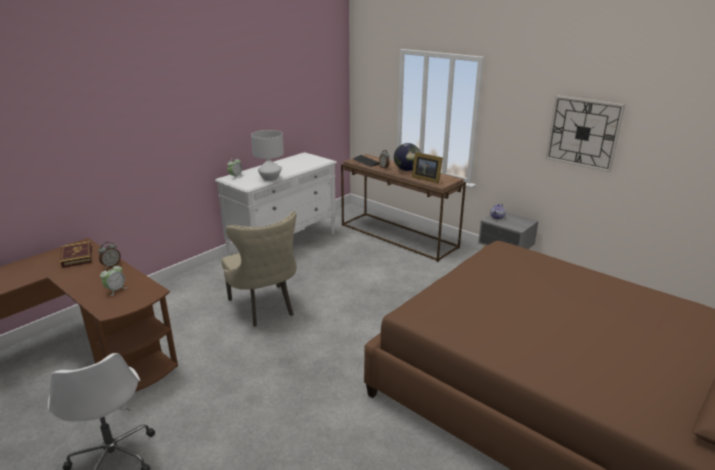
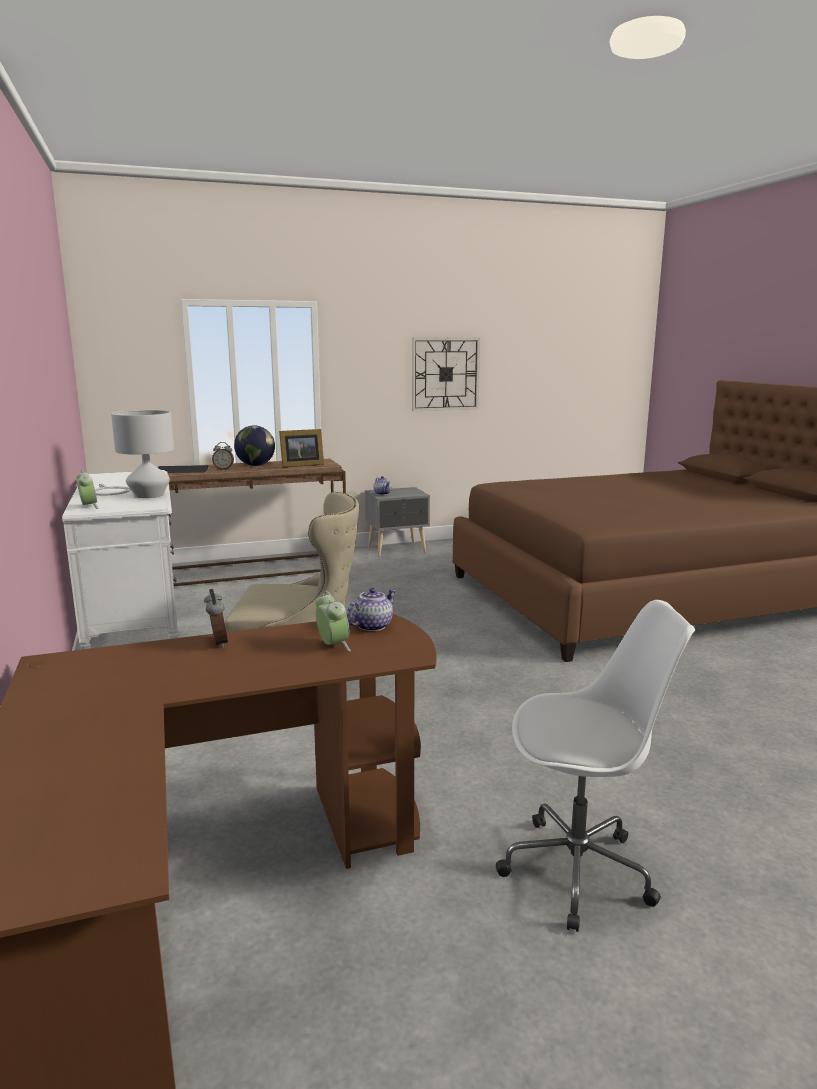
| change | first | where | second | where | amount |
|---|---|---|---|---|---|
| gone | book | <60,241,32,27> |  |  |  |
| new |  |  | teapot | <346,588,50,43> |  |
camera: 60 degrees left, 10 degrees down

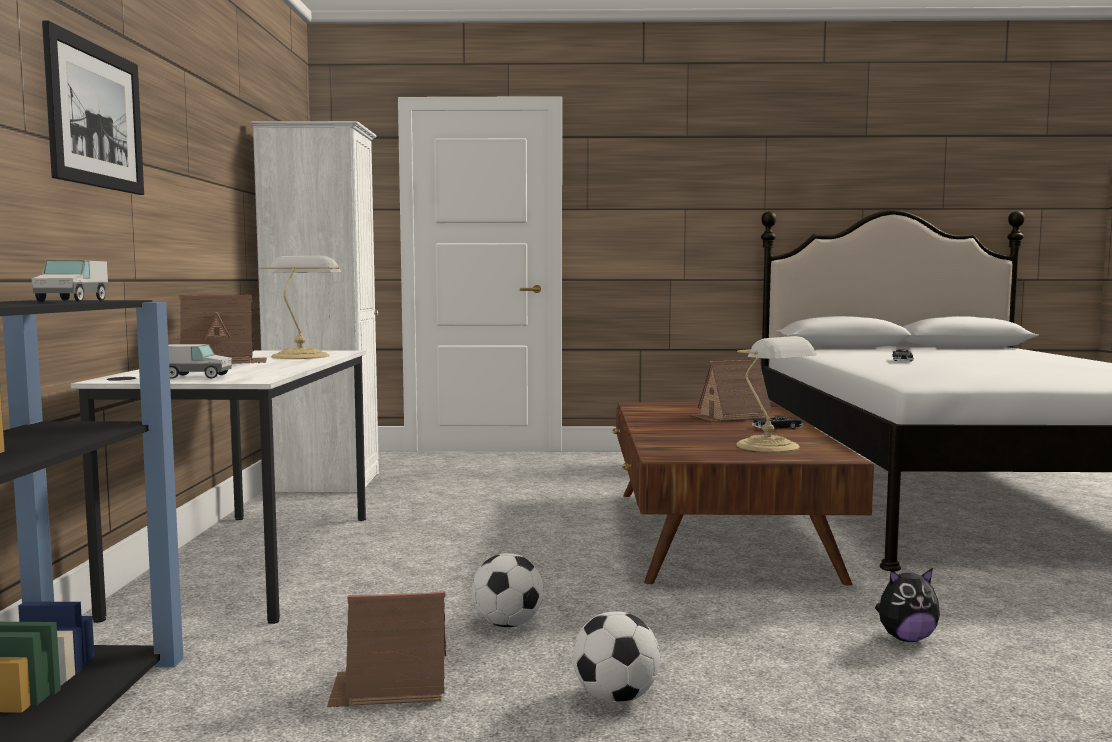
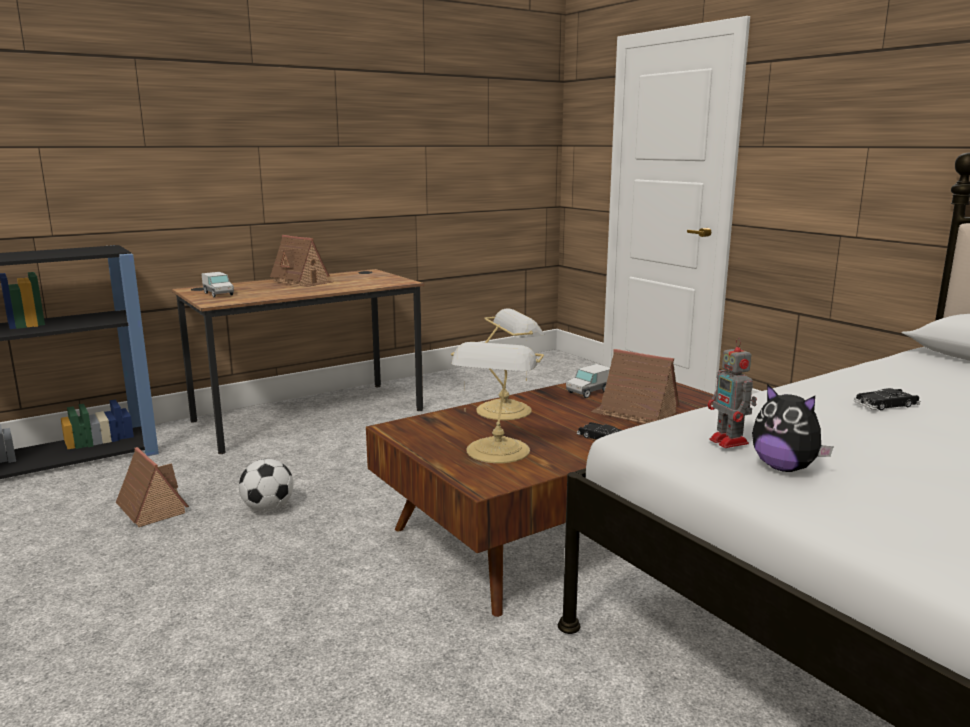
| change | first | where | second | where | amount |
|---|---|---|---|---|---|
| shifted | toy truck | <31,260,77,42> |  | <566,364,44,34> |  |
| gone | picture | <42,21,102,174> |  |  |  |
| repainted | white desk | <71,350,295,274> | brown desk | <172,269,252,185> |  |
| gone | white cabinet | <252,121,127,372> |  |  |  |
| shifted | table lamp | <260,256,81,103> |  | <476,309,68,111> |  |
| gone | football | <572,611,88,92> |  |  |  |
| shifted | plush toy | <875,568,65,74> |  | <752,384,81,88> |  |
| new |  |  | toy robot | <708,338,49,110> |  |
camera: 55 degrees right, 10 degrees up

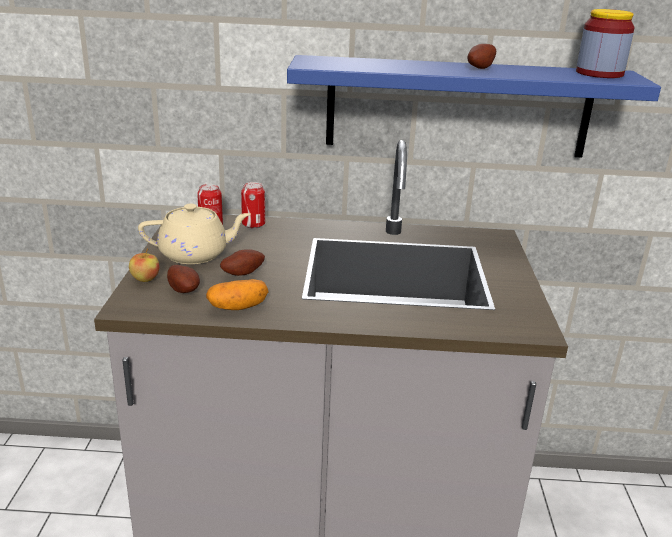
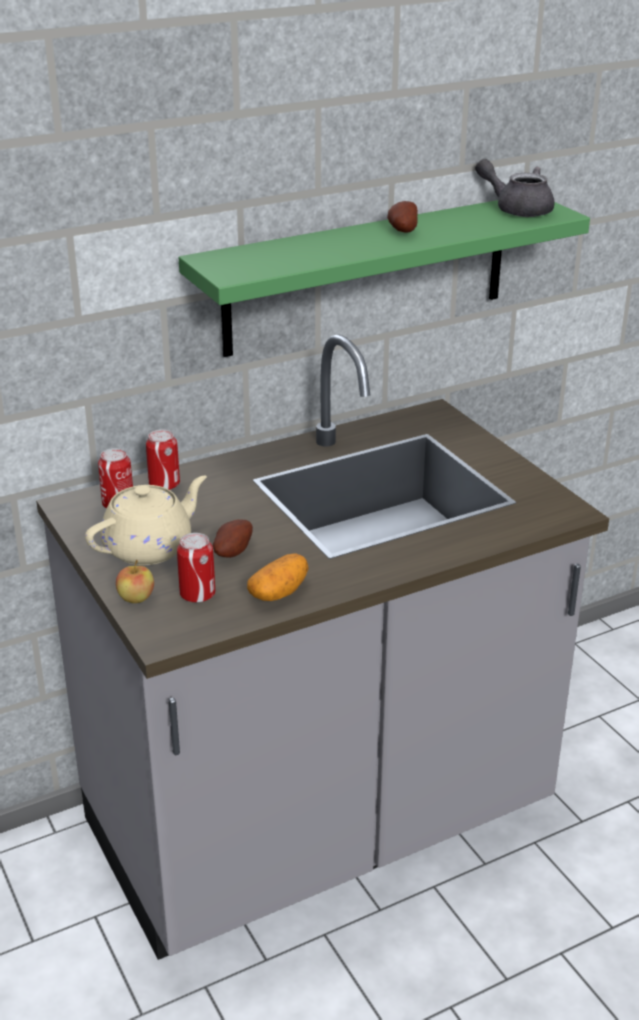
| change | first | where | second | where | amount |
|---|---|---|---|---|---|
| swapped | potato | <167,265,33,28> | can | <177,533,38,70> |  |
| repainted | blue shelf | <287,55,374,103> | green shelf | <179,200,411,157> |  |
| swapped | jar | <576,9,59,69> | grey teapot | <475,159,79,58> |  |
camera: 30 degrees left, 5 degrees up

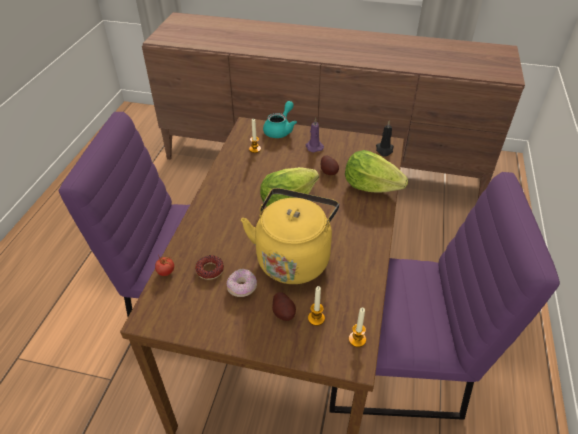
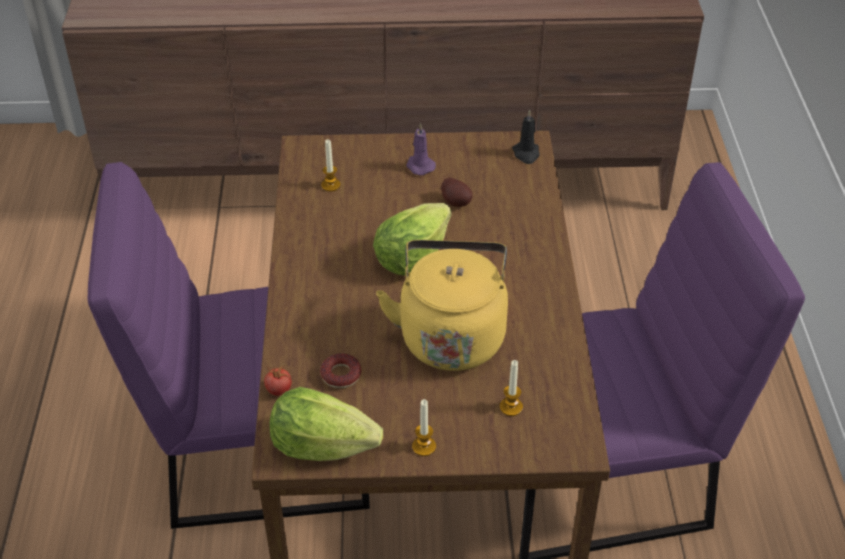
| change | first | where | second | where | amount |
|---|---|---|---|---|---|
| gone | donut | <227,269,30,28> |  |  |  |
| gone | turquoise teapot | <263,101,34,37> |  |  |  |
| gone | potato | <272,292,24,29> |  |  |  |
| shifted | lettuce | <345,150,63,43> |  | <269,387,114,74> |  |
| shifted | candle | <349,308,17,39> |  | <412,399,24,57> |  |
camera: 15 degrees left, 0 degrees up

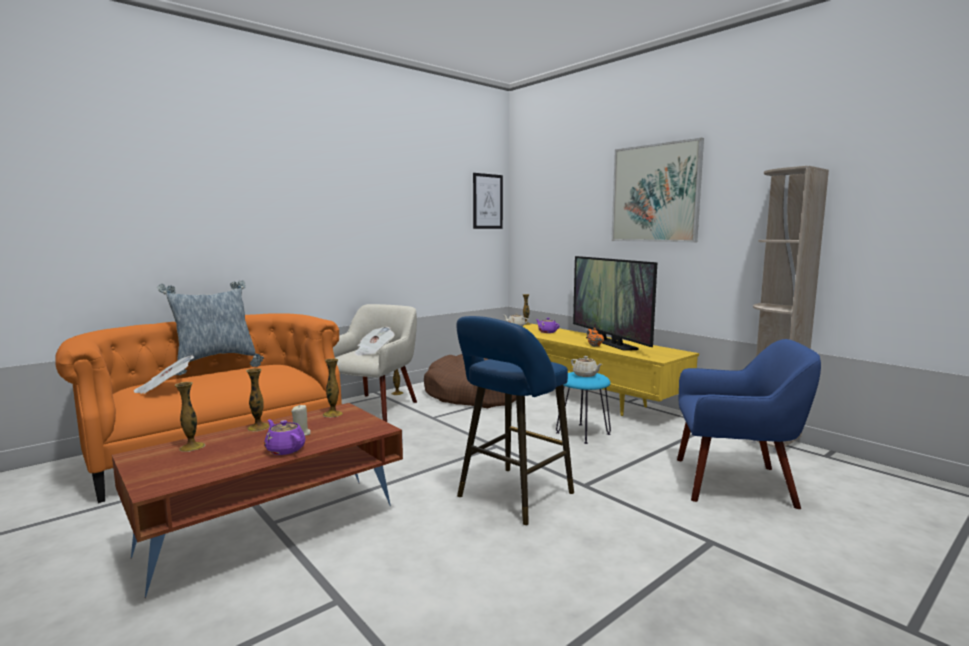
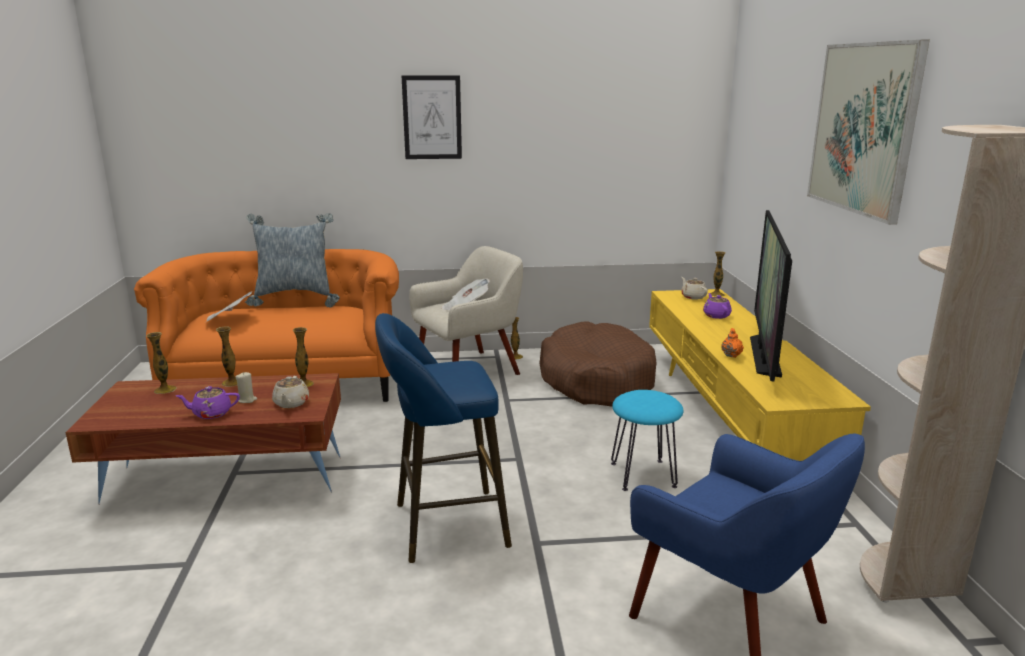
| change | first | where | second | where | amount |
|---|---|---|---|---|---|
| rotated | purple teapot | <264,419,41,36> |  | <176,386,64,33> | 90 degrees counterclockwise |
| shifted | picture | <473,173,30,56> |  | <402,75,60,84> |  |
| shifted | beige teapot | <571,356,31,21> |  | <272,376,37,32> |  |
camera: 35 degrees right, 10 degrees up

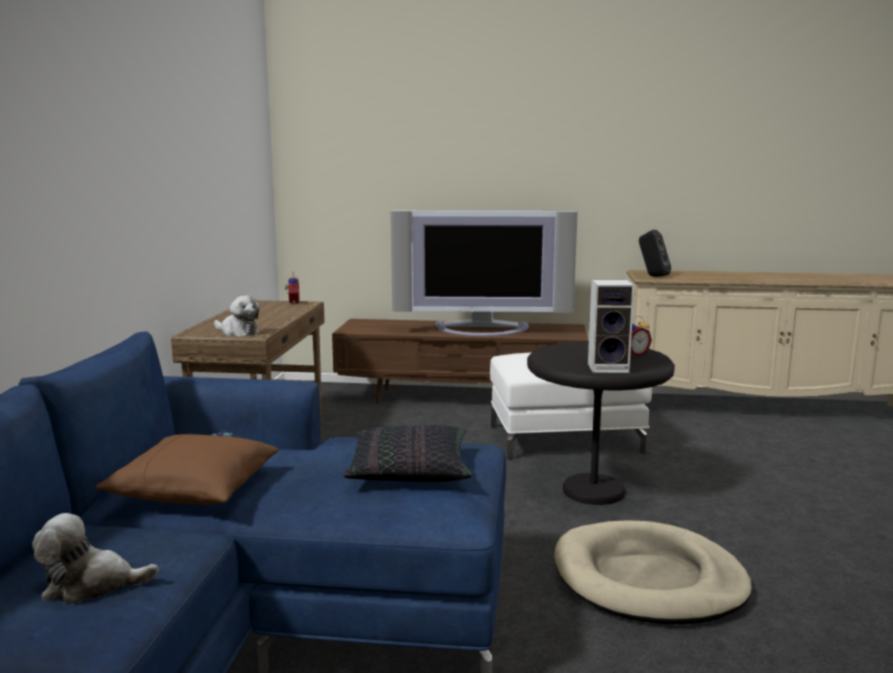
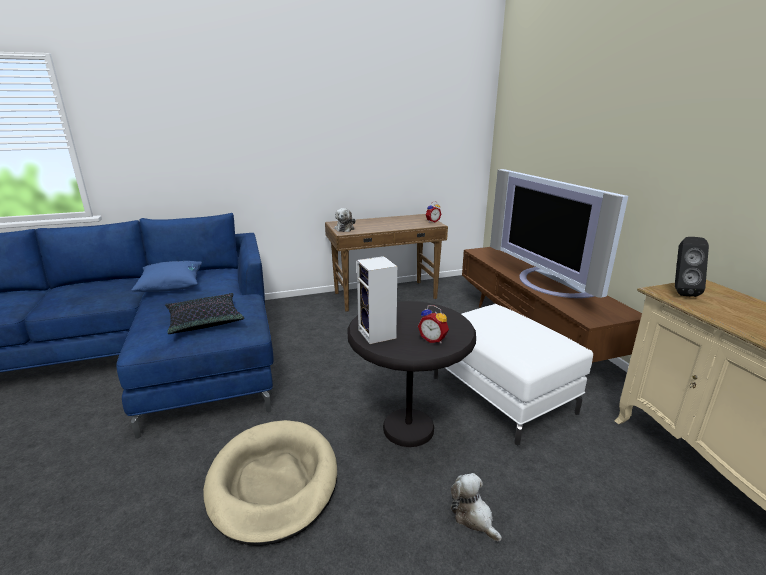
| change | first | where | second | where | amount |
|---|---|---|---|---|---|
| shifted | plush toy | <32,513,127,91> |  | <450,473,52,69> |  |
| repainted | brown pillow | <96,431,183,74> | blue pillow | <131,261,71,31> |  |
camera: 65 degrees right, 10 degrees up

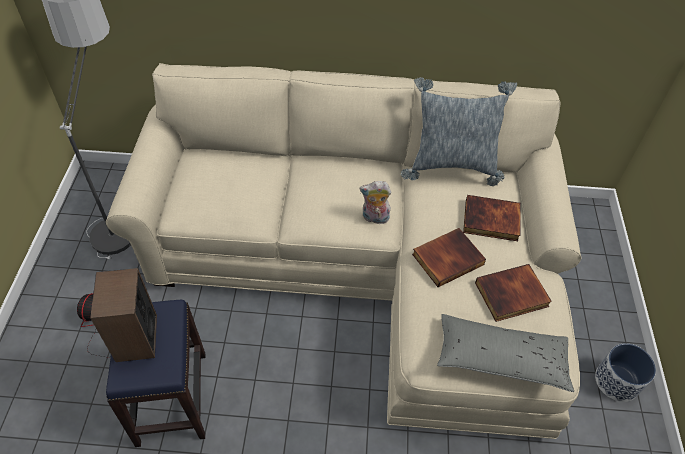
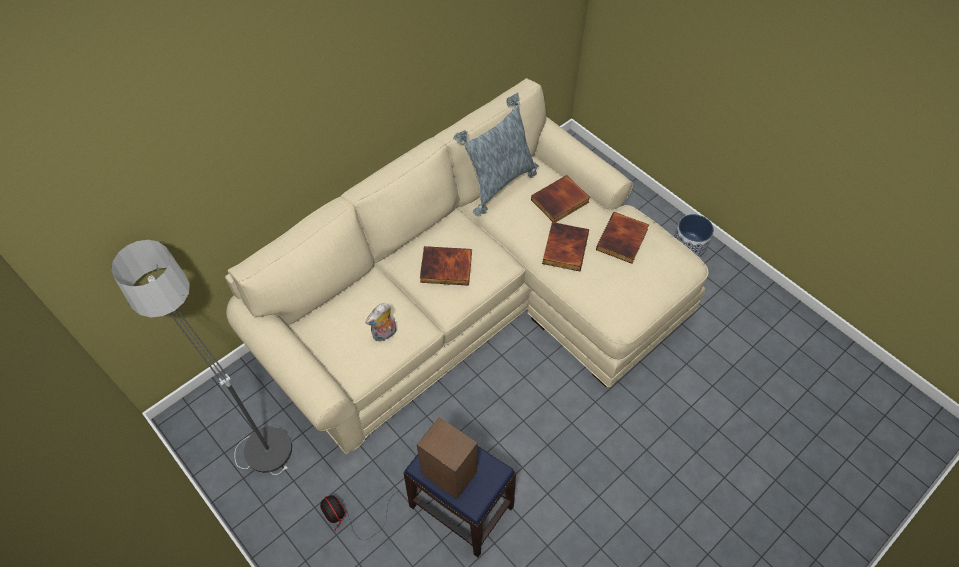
| change | first | where | second | where | amount |
|---|---|---|---|---|---|
| shifted | plush toy | <359,181,32,43> |  | <365,303,32,38> |  |
| gone | grey pillow | <437,314,137,78> |  |  |  |
| new |  |  | book | <420,246,52,40> |  |
camera: 45 degrees left, 5 degrees up

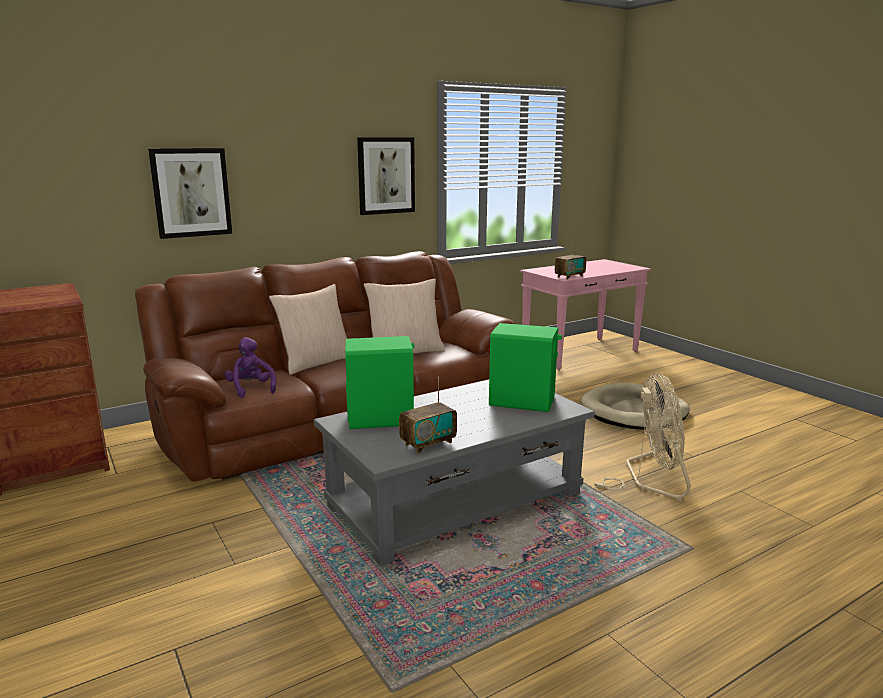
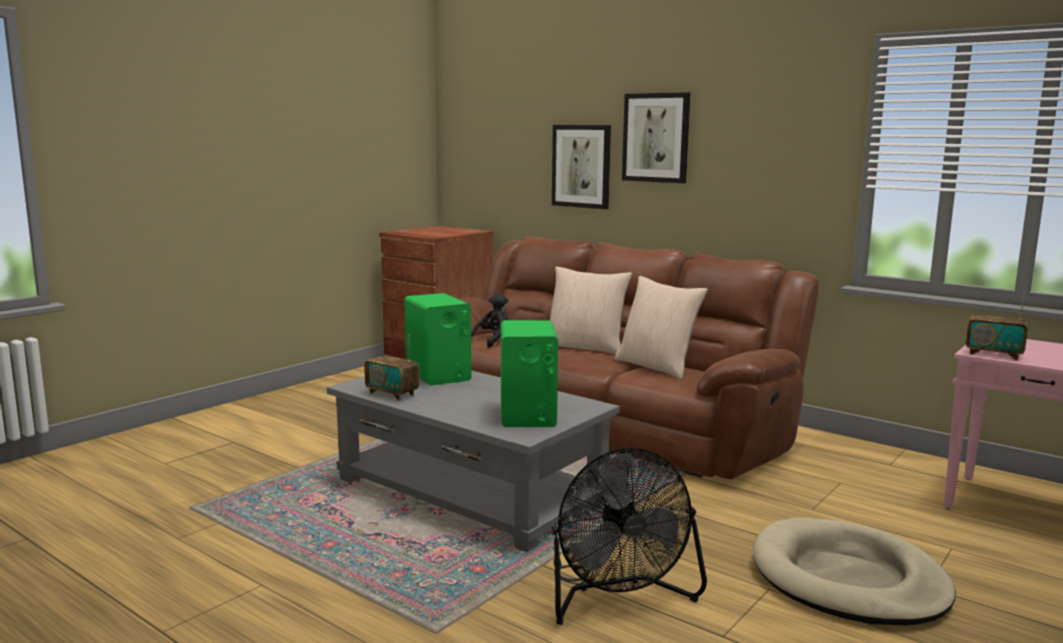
| change | first | where | second | where | amount |
|---|---|---|---|---|---|
| repainted | purple plush toy | <224,337,52,61> | black plush toy | <471,293,38,55> |  |
| shifted | picture | <357,137,58,78> |  | <622,92,68,91> |  |
| repainted | beige fan | <594,373,97,129> | black fan | <552,448,155,177> |  |
camera: 70 degrees right, 5 degrees down

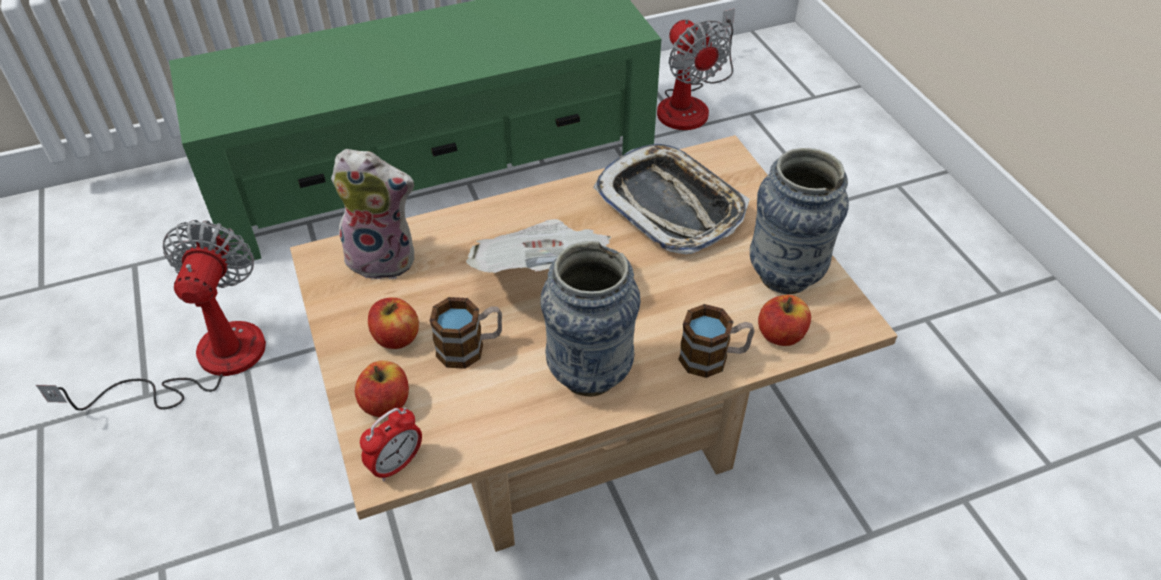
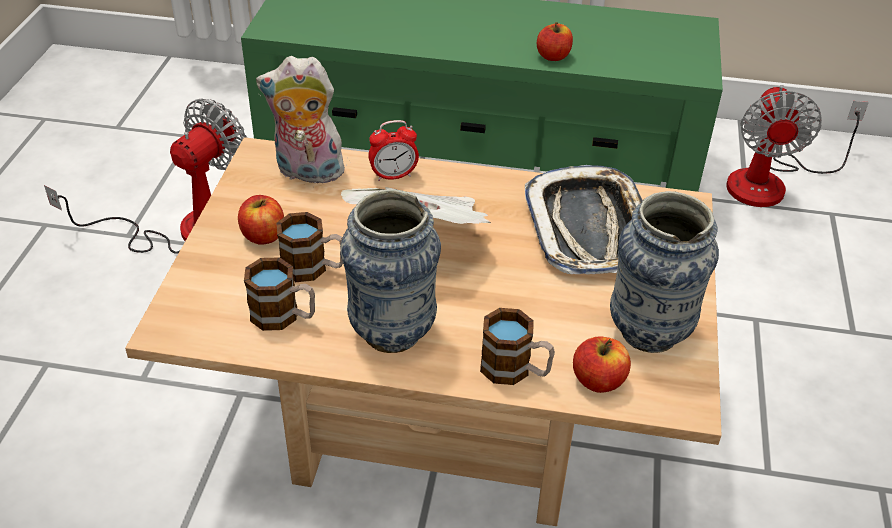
| change | first | where | second | where | amount |
|---|---|---|---|---|---|
| rotated | plush toy | <331,149,83,131> |  | <256,56,92,128> | 150 degrees clockwise |
| shifted | apple | <355,360,54,57> |  | <537,22,36,39> |  |
| shifted | alarm clock | <360,407,62,74> |  | <368,120,51,61> |  |
| new |  |  | mug | <244,257,71,74> |  |
camera: 30 degrees right, 5 degrees down

